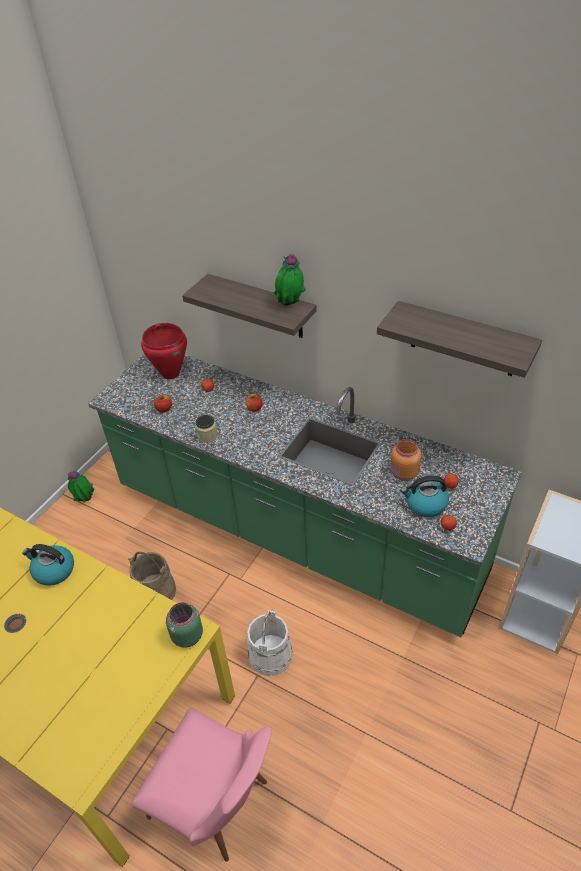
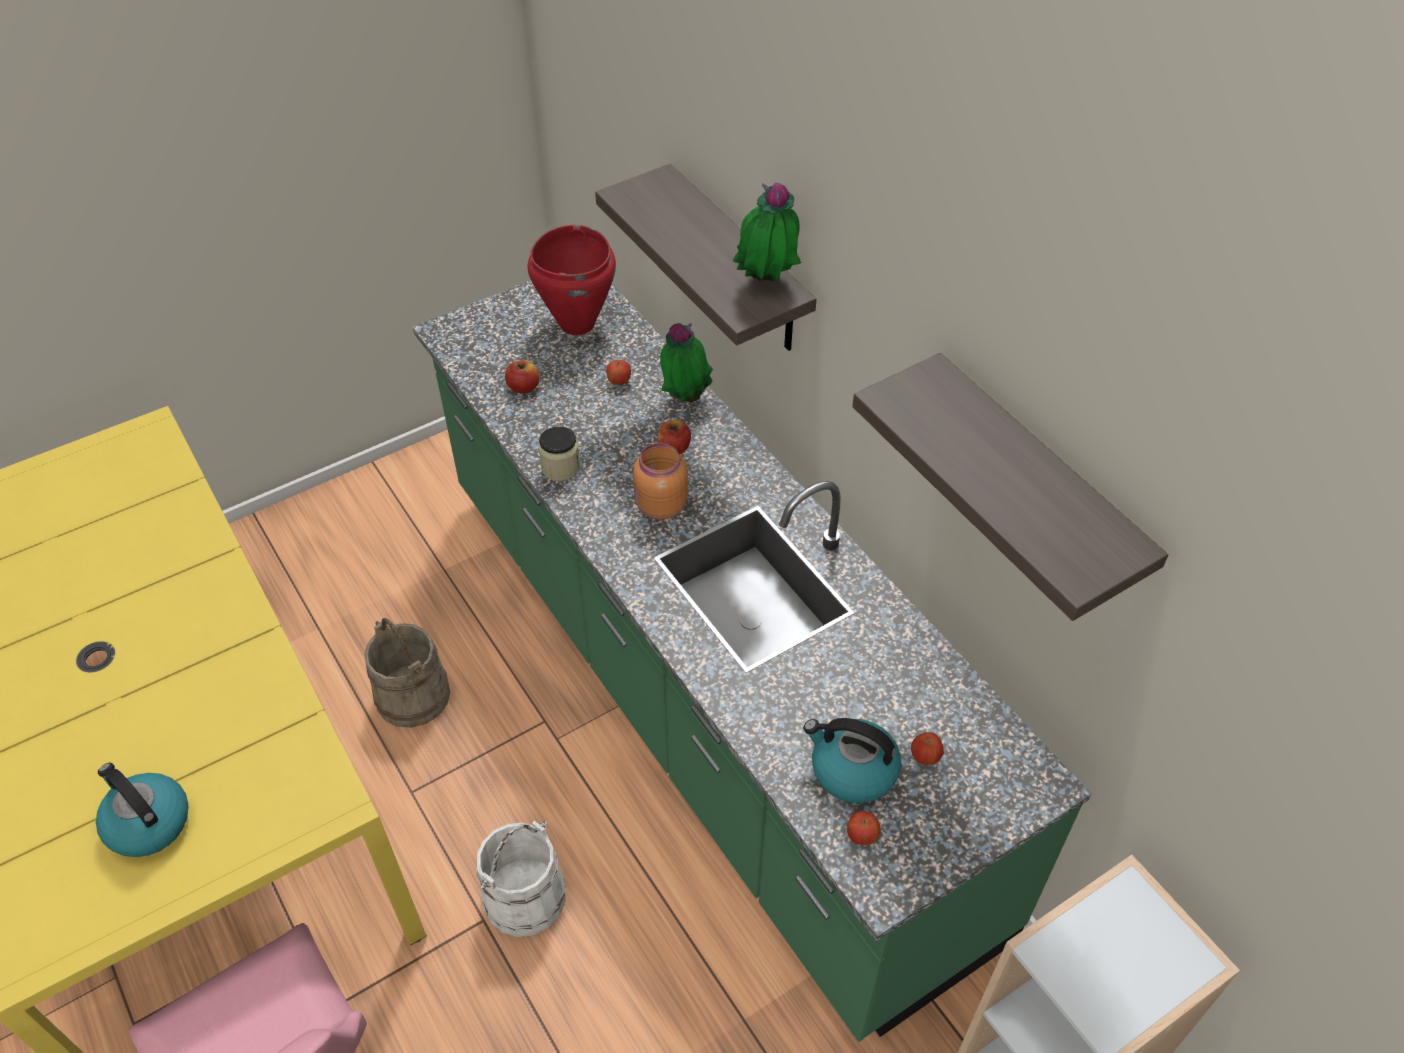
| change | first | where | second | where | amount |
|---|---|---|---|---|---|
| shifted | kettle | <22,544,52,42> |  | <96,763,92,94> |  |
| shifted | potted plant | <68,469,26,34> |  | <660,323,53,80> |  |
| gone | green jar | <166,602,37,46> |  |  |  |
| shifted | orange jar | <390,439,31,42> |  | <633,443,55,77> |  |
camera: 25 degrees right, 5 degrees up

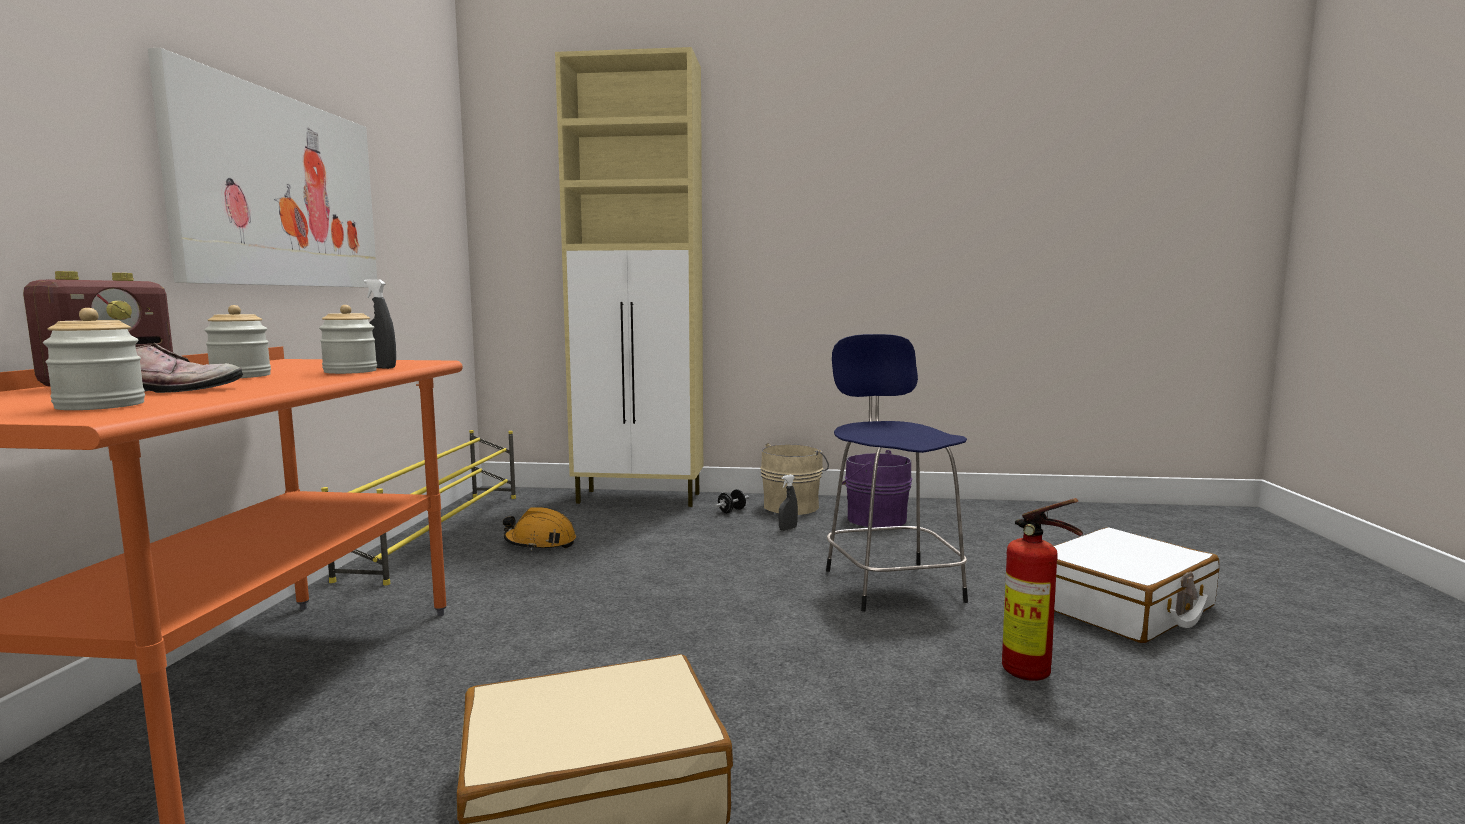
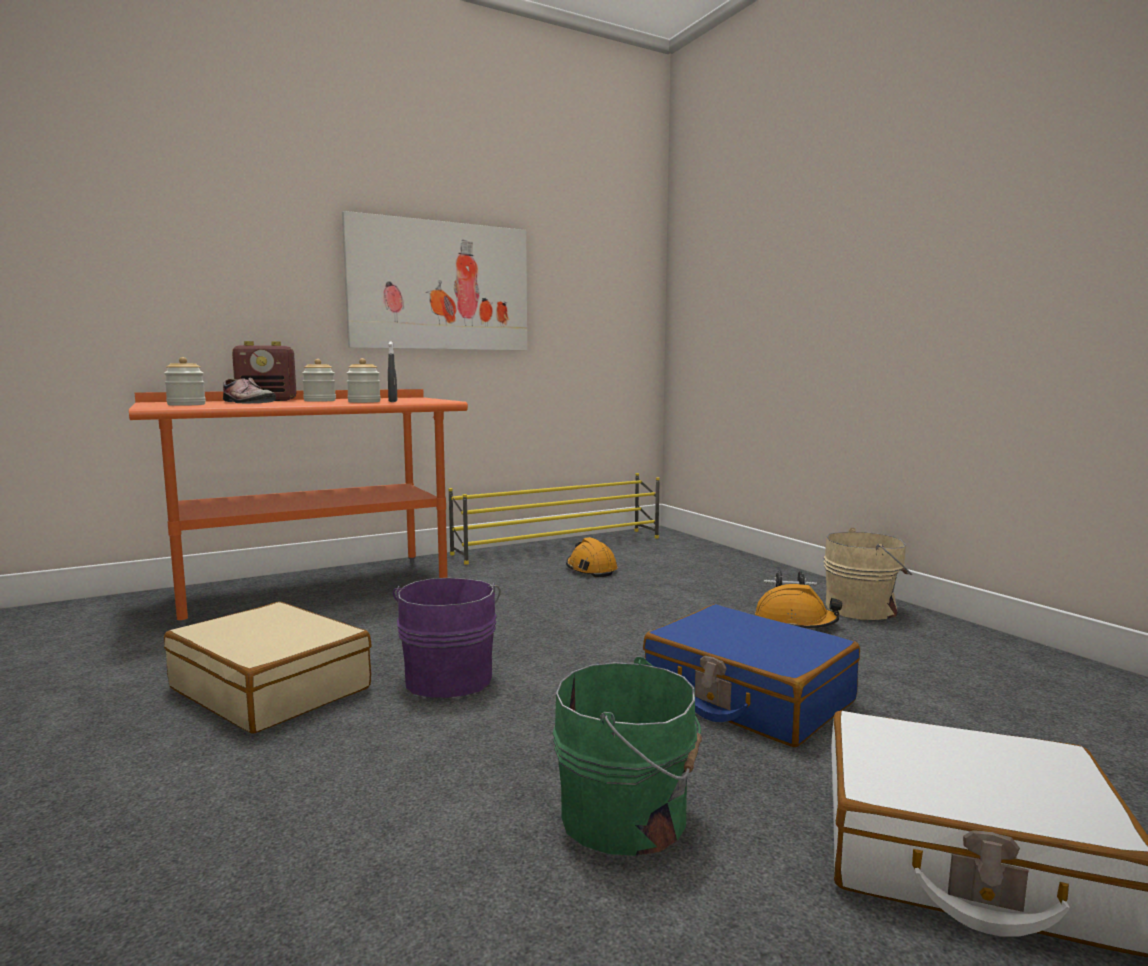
| change | first | where | second | where | amount |
|---|---|---|---|---|---|
| gone | beige cabinet | <555,47,148,460> |  |  |  |
| swapped | grey spray bottle | <779,475,19,56> | orange hard hat | <755,584,87,45> |  |
| swapped | blue stool | <826,334,142,278> | blue suitcase | <643,604,217,143> |  |
| shifted | purple bucket | <842,450,70,78> |  | <393,578,108,120> |  |
| swapped | fire extinguisher | <1002,498,81,183> | green bucket | <553,656,149,200> |  |
camera: 55 degrees right, 0 degrees up

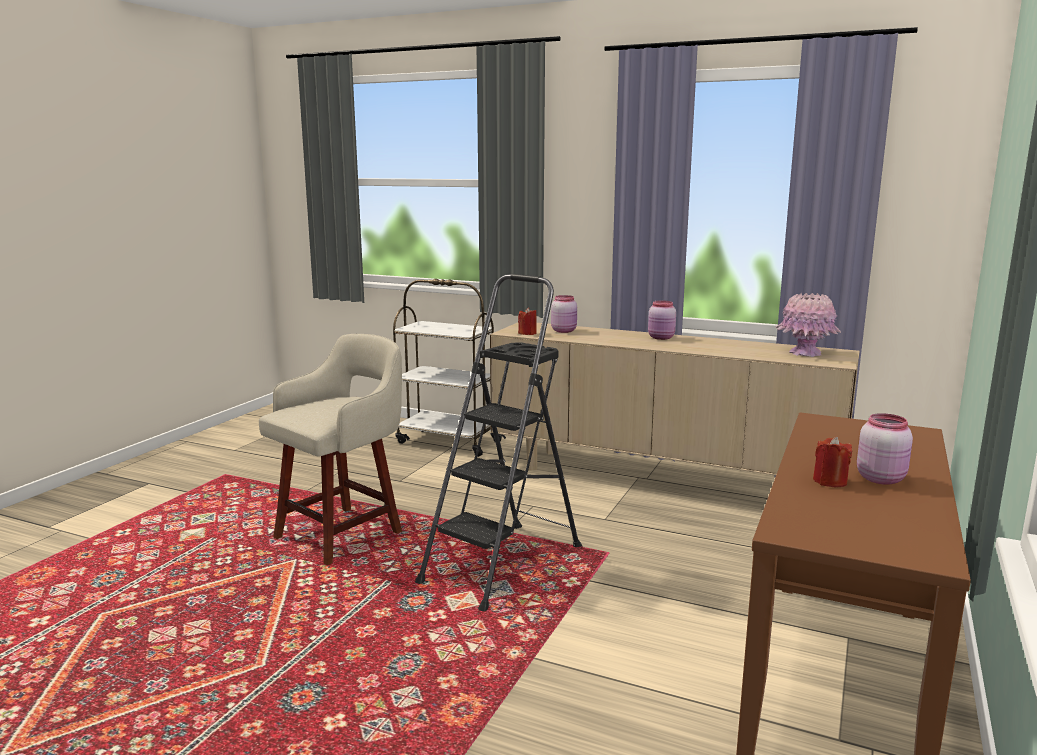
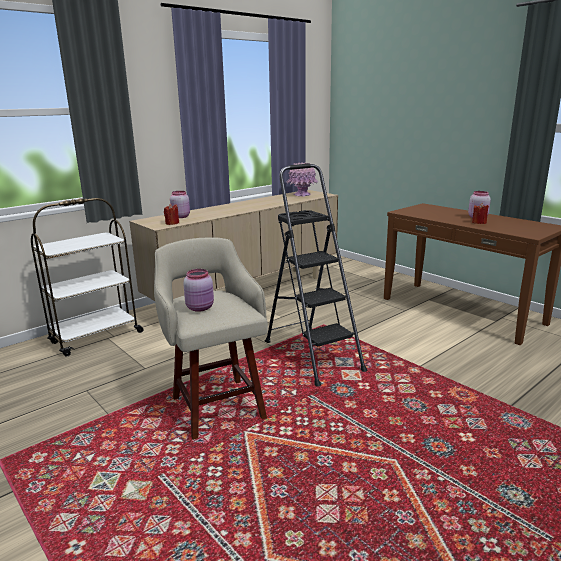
| change | first | where | second | where | amount |
|---|---|---|---|---|---|
| shifted | pink jar | <648,300,28,40> |  | <183,269,31,43> |  |
camera: 65 degrees left, 5 degrees up

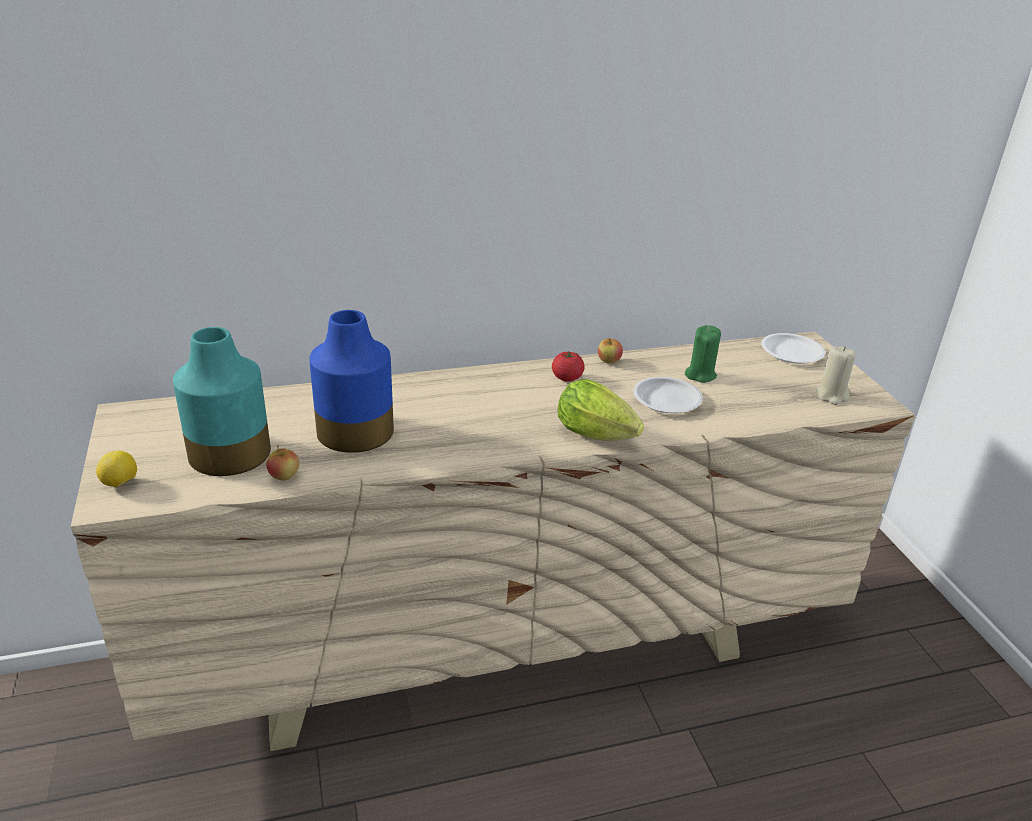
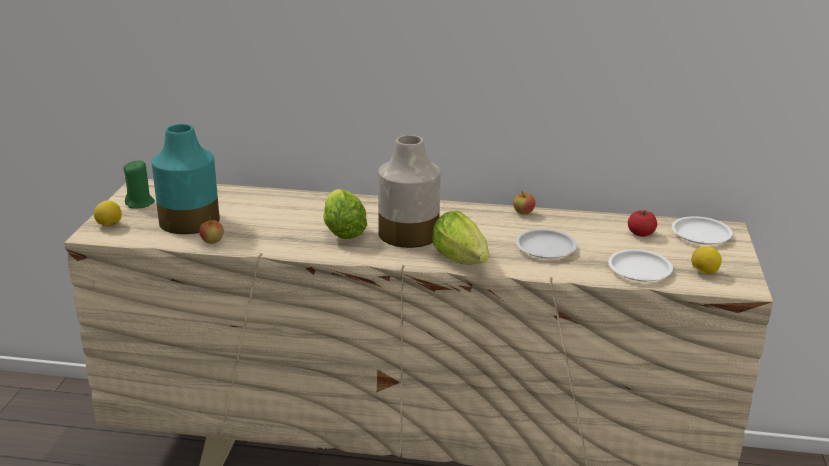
| change | first | where | second | where | amount |
|---|---|---|---|---|---|
| gone | blue vase | <309,310,85,143> |  |  |  |
| shifted | tomato | <552,351,33,31> |  | <628,210,29,27> |  |
| shifted | green candle | <685,325,36,58> |  | <123,160,32,49> |  |
| swapped | beige candle | <816,346,40,59> | lemon | <691,246,31,28> |  |
| new |  |  | lettuce | <323,189,44,50> |  |
| new |  |  | beige vase | <378,135,63,113> |  |
| new |  |  | white plate | <608,250,65,31> |  |
camera: 25 degrees right, 5 degrees down

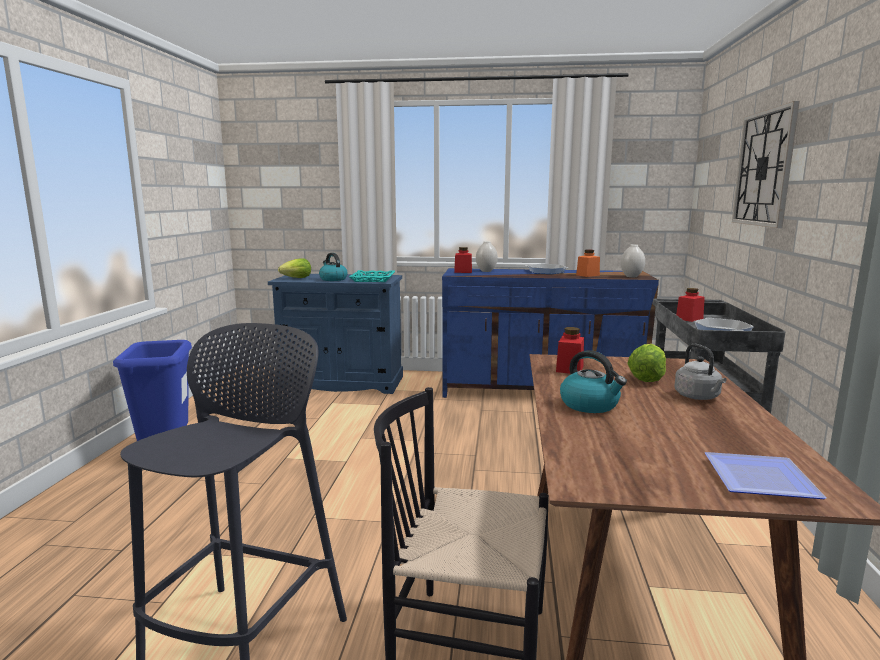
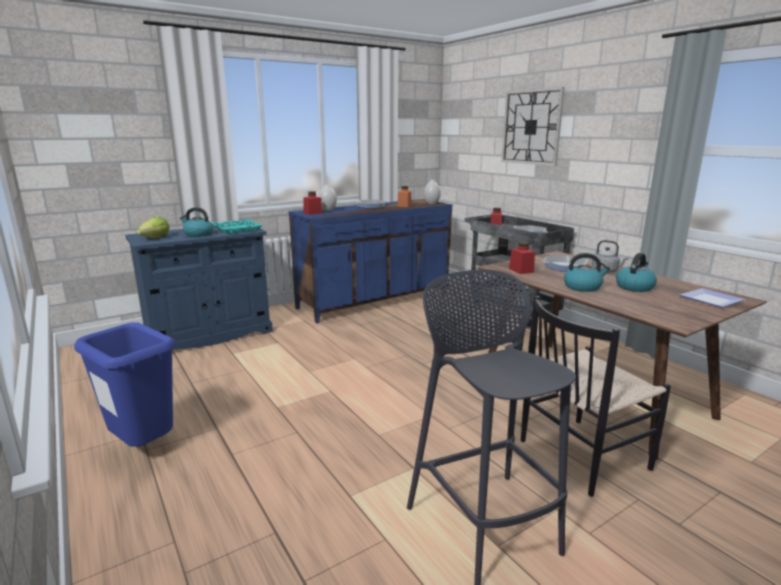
| change | first | where | second | where | amount |
|---|---|---|---|---|---|
| swapped | lettuce | <627,344,39,38> | frying pan | <542,255,47,17> |  |
| new |  |  | kettle | <616,253,41,39> |  |
camera: 40 degrees left, 5 degrees up

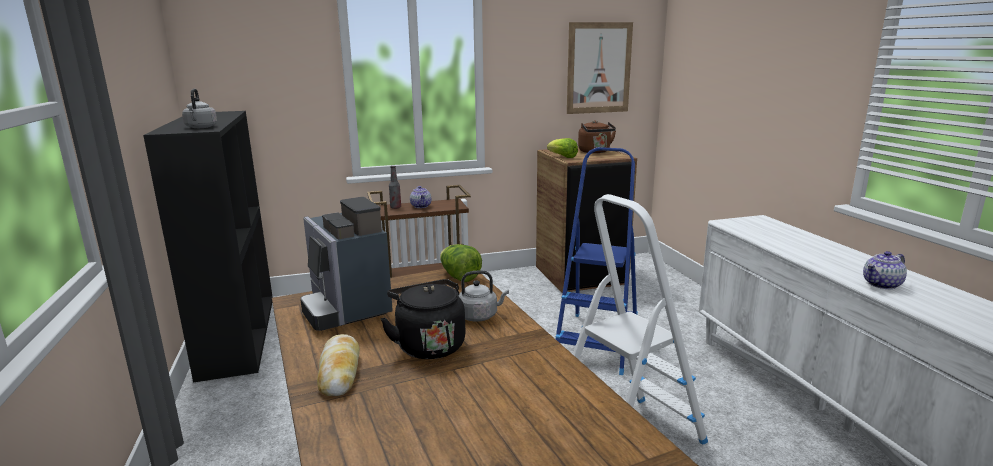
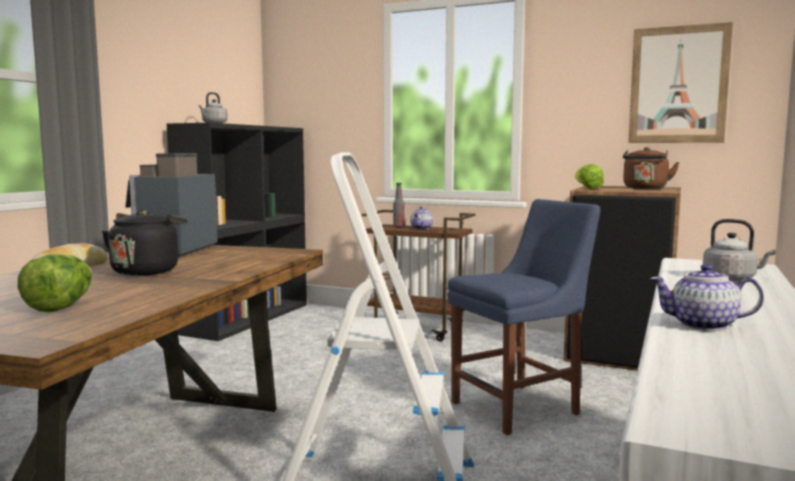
| change | first | where | second | where | amount |
|---|---|---|---|---|---|
| shifted | lettuce | <440,244,42,38> |  | <18,254,74,58> |  |
| shifted | grey kettle | <459,271,50,51> |  | <703,219,73,62> |  |
| swapped | blue step ladder | <556,147,82,228> | blue chair | <447,199,154,236> |  |
camera: 40 degrees right, 10 degrees down

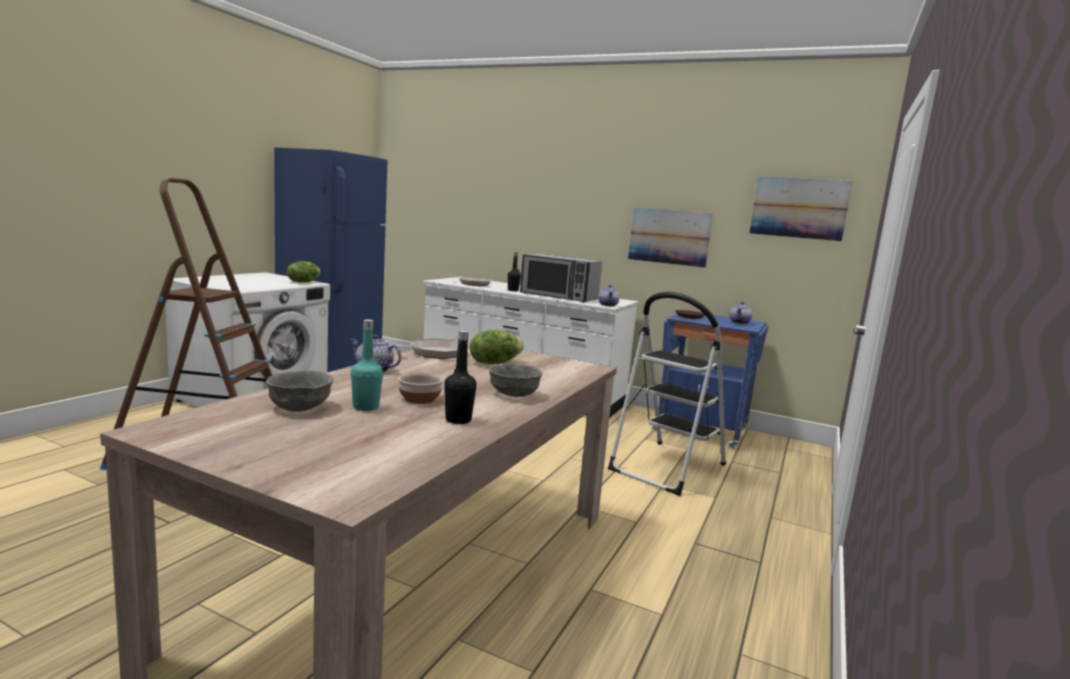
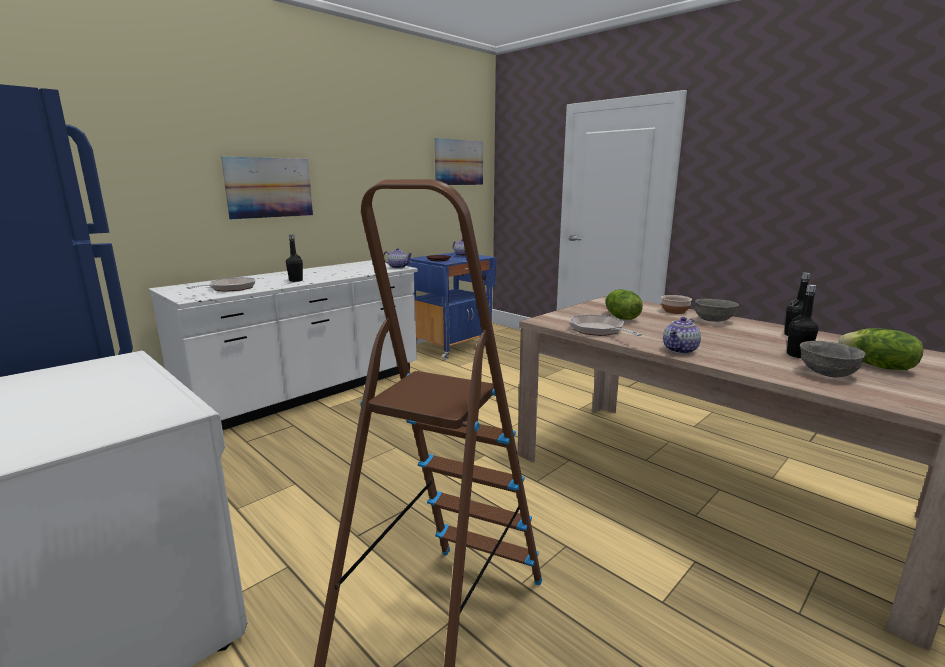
| change | first | where | second | where | amount |
|---|---|---|---|---|---|
| shifted | lettuce | <287,261,34,22> |  | <838,328,86,42> |  |
| repainted | turquoise bottle | <351,319,32,92> | black bottle | <787,285,32,73> |  |
| shifted | bowl | <398,372,45,32> |  | <661,295,31,19> |  |
| gone | microwave | <520,254,82,48> |  |  |  |
| gone | step ladder | <608,292,118,204> |  |  |  |
| shifted | picture | <628,208,85,60> |  | <221,156,92,63> |  |
camera: 70 degrees left, 5 degrees up

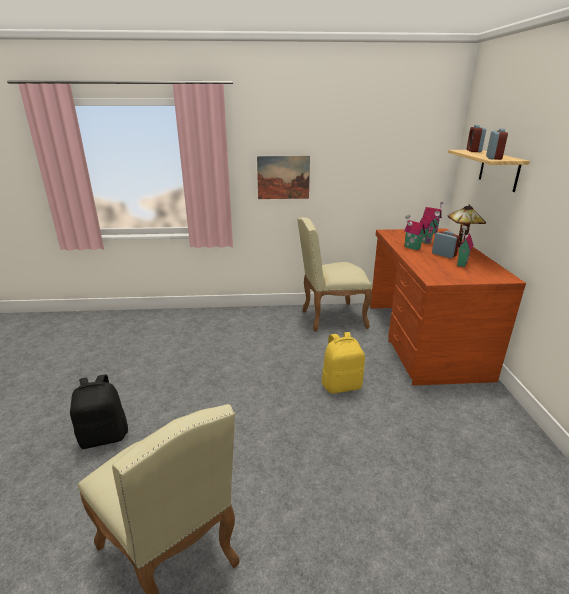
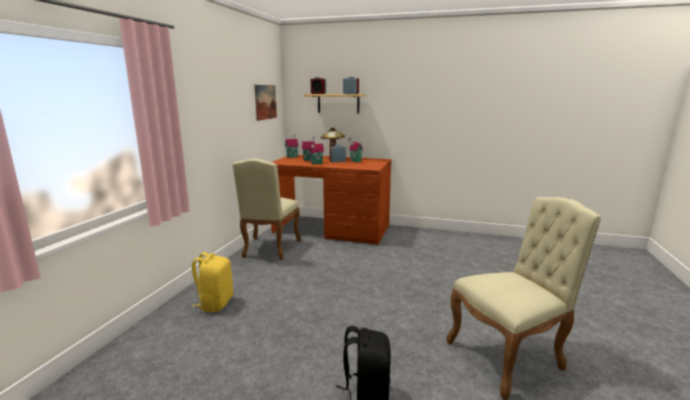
| change | first | where | second | where | amount |
|---|---|---|---|---|---|
| shifted | picture | <257,156,53,43> |  | <254,85,23,36> |  |
| shifted | yellow backpack | <321,332,44,62> |  | <191,252,42,60> |  |
camera: 70 degrees left, 10 degrees down

